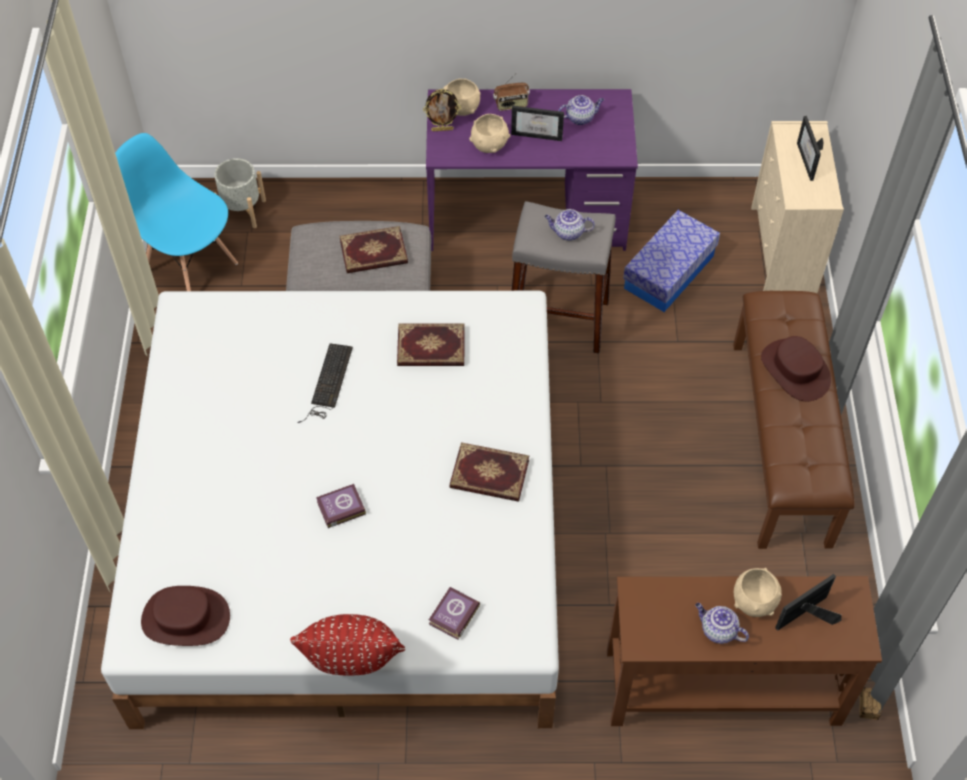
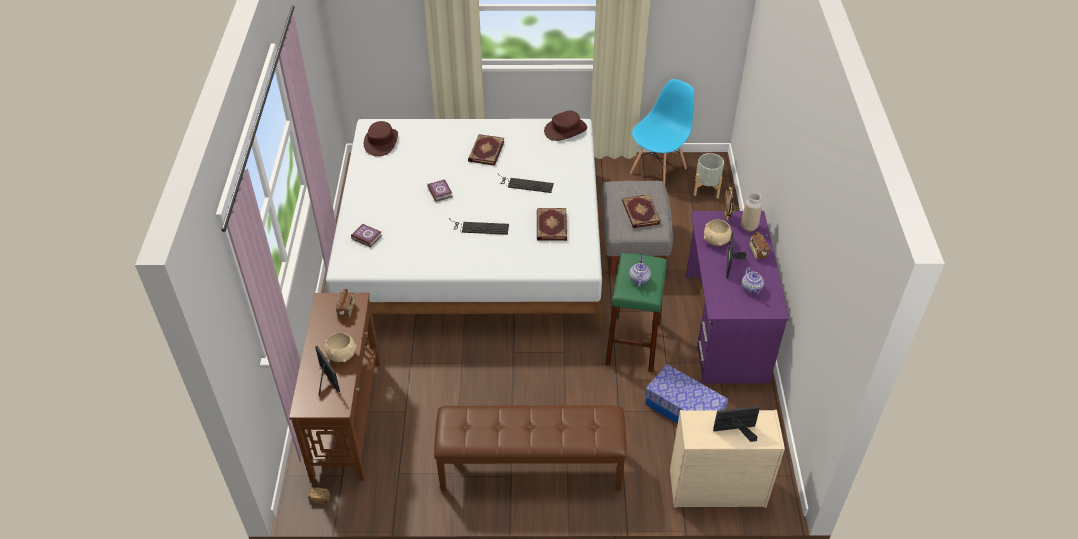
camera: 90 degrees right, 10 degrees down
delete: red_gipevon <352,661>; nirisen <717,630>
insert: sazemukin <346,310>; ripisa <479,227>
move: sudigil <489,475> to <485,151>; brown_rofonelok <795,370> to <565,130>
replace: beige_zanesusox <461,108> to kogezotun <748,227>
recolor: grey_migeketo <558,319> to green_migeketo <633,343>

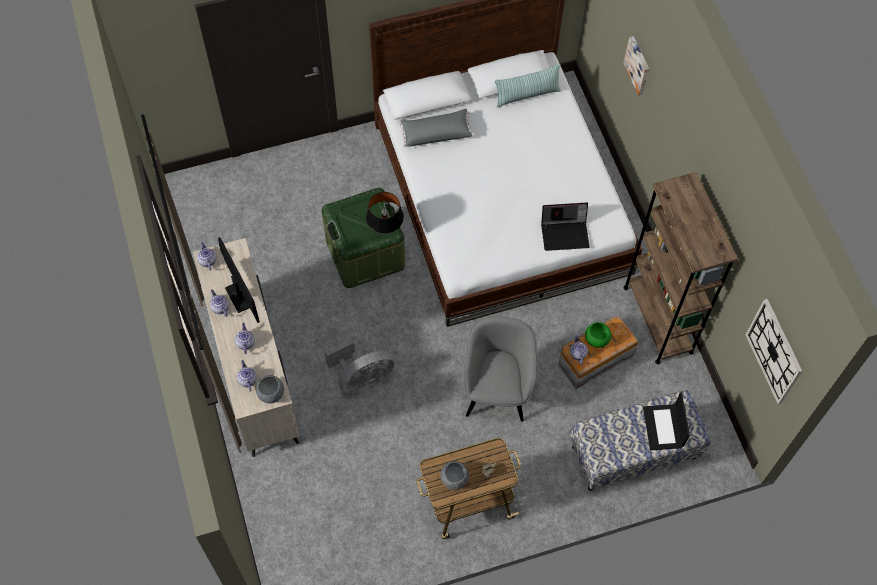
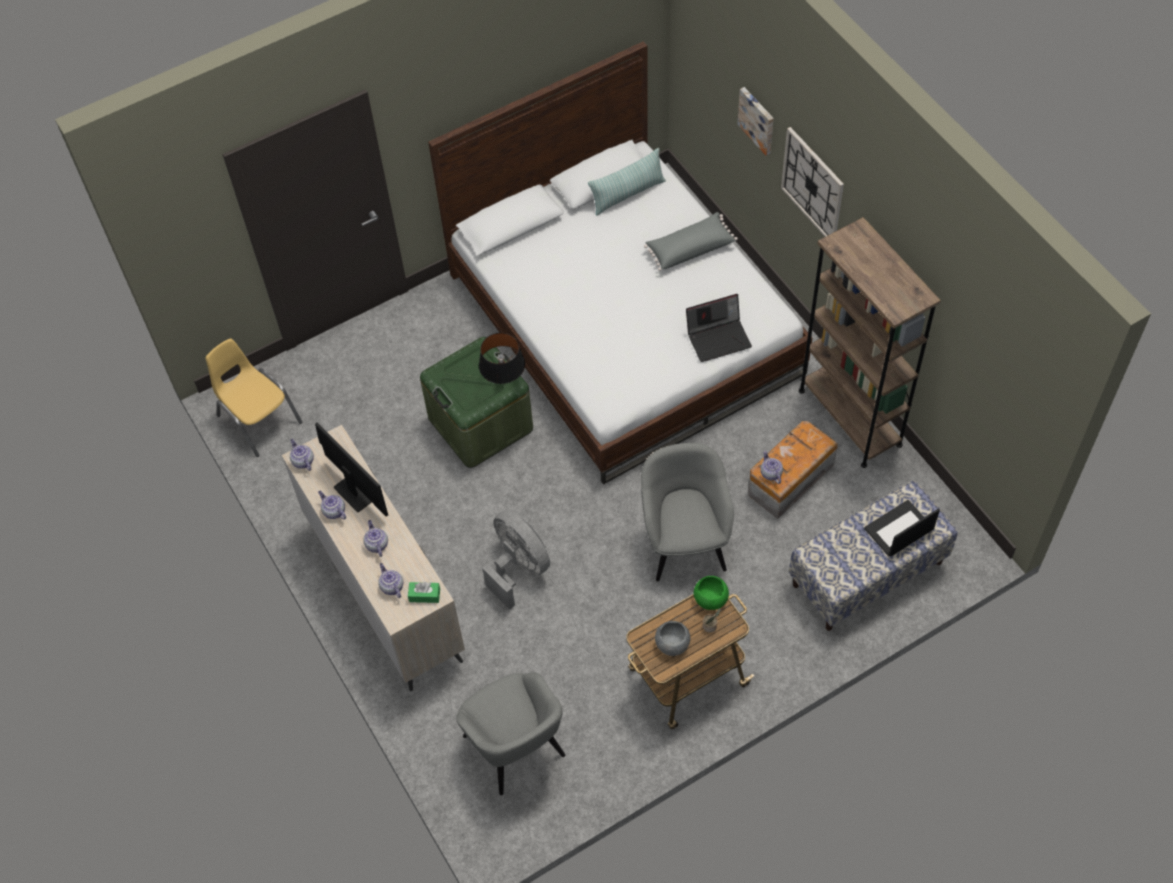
camera: 10 degrees left, 5 degrees down
insert: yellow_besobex <258,419>; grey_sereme <515,748>
move: grey_gipevon <436,133> to <689,248>; green_zanesusox <597,339> to <710,598>; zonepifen <774,351> to <812,185>
replace: grey_zanesusox <270,393> to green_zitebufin <424,595>
rotate: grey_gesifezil <362,378> = <518,568> 90 degrees counterclockwise; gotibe <663,428> = <898,530> 75 degrees clockwise

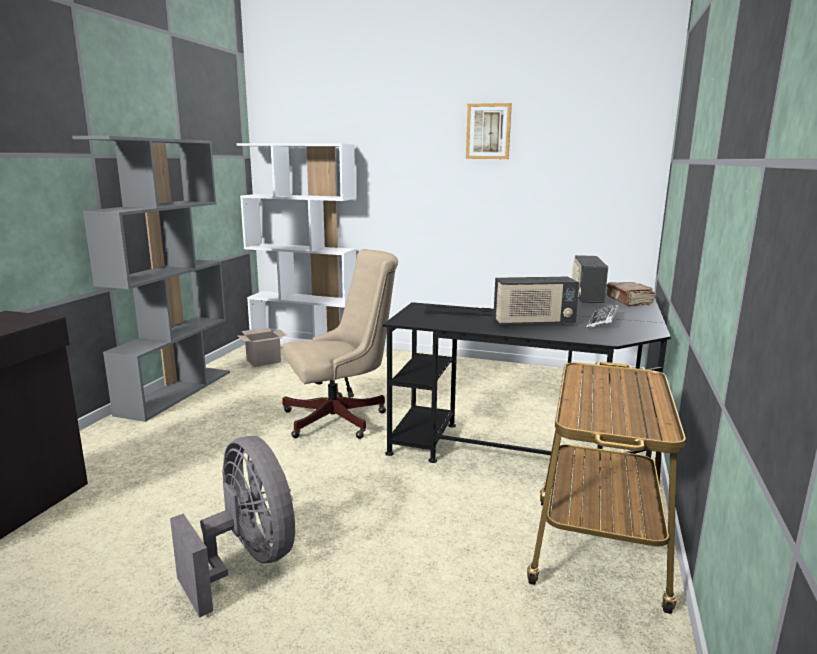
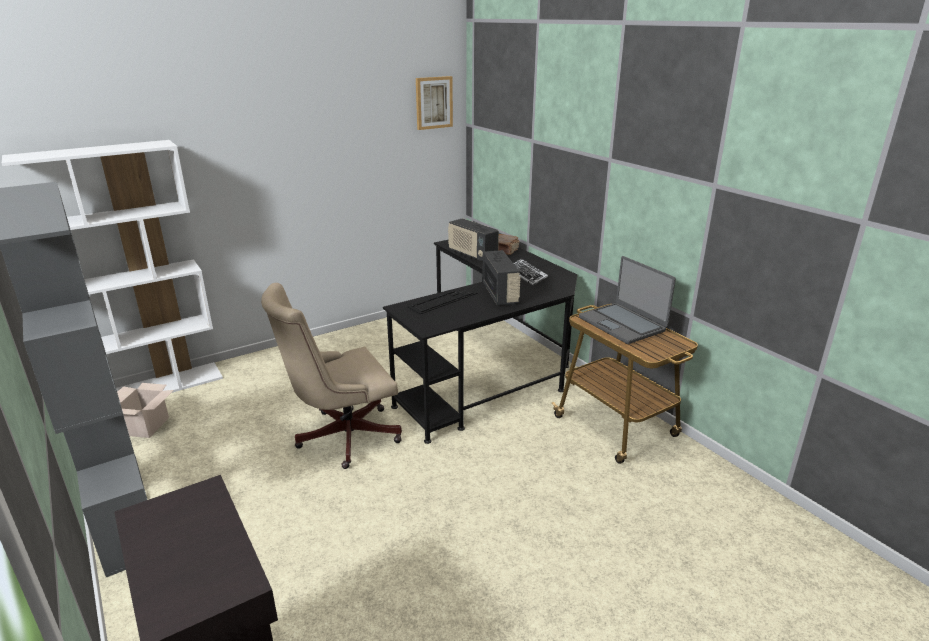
camera: 50 degrees left, 10 degrees up
delete: grey_gesifezil <247,561>
insert: gotibe <622,324>
move: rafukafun <488,131> to <433,102>
rotate: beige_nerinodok <341,418> = <341,437> 135 degrees counterclockwise; sazemukin <533,323> = <500,293> 45 degrees counterclockwise

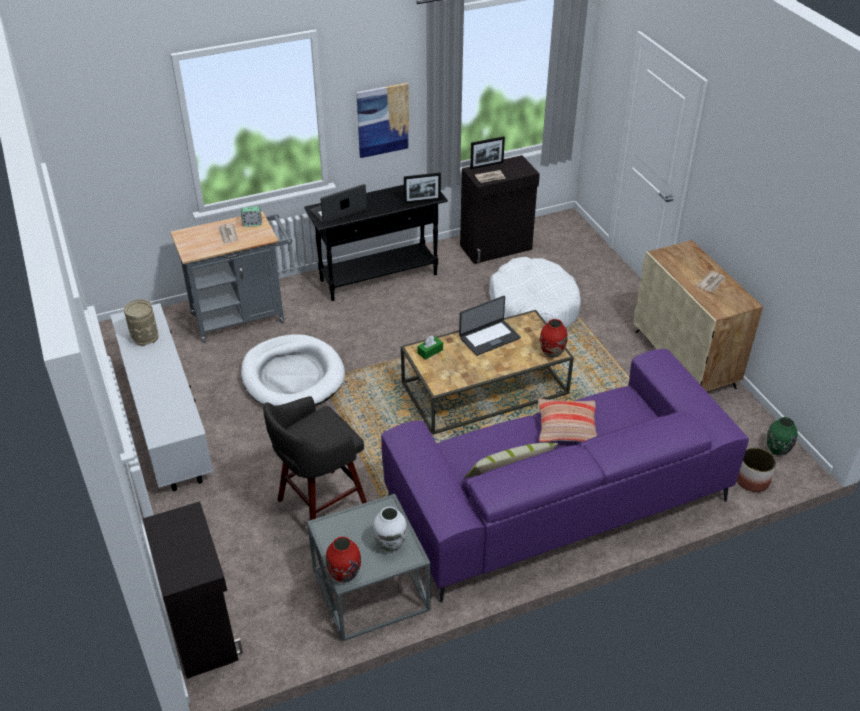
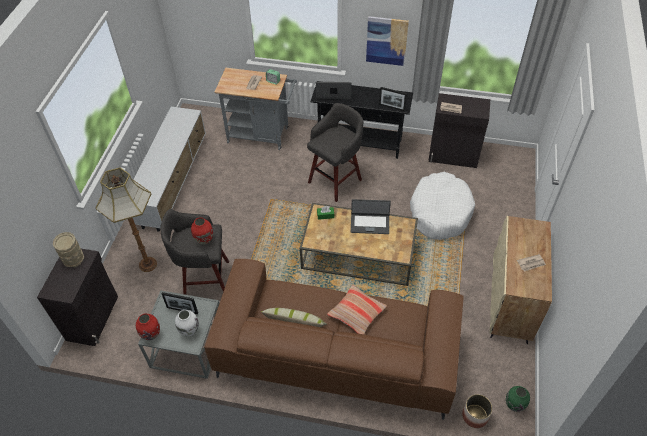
camera: 35 degrees right, 10 degrees up
delete: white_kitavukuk <292,376>
insert: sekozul <148,264>; grey_migeketo <336,180>
move: beige_kogezotun <145,337> to <74,258>; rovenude <486,165> to <182,310>; red_kogezotun <552,353> to <204,240>
recolor: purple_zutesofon <557,500> to brown_zutesofon <336,353>

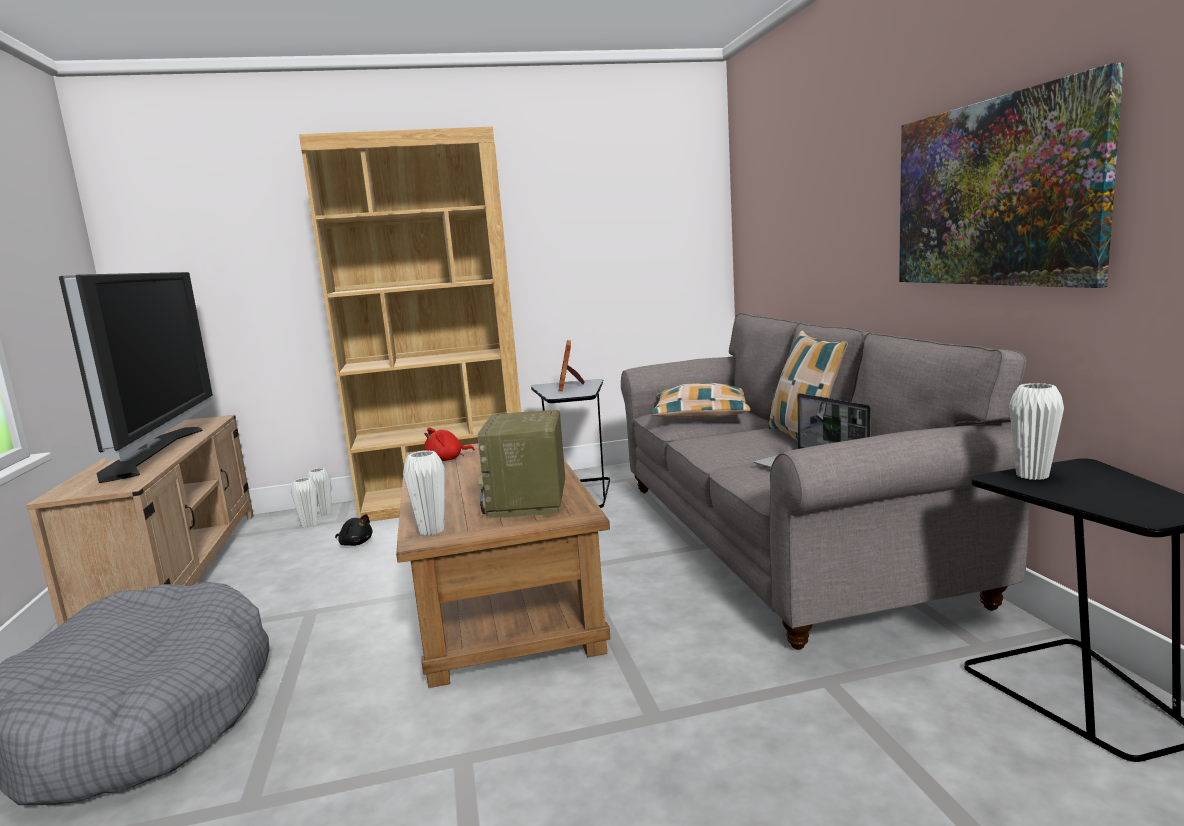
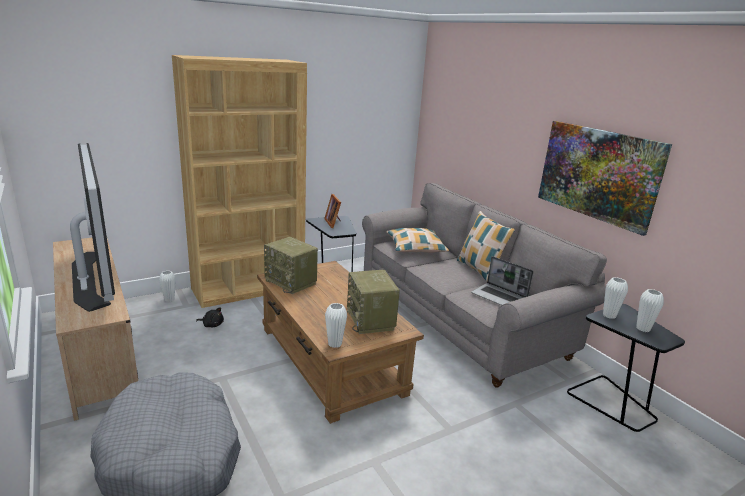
camera: 20 degrees left, 10 degrees up
move: white_kogezotun <309,525> to <643,328>
replace: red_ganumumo <447,459> to sazemukin <291,282>

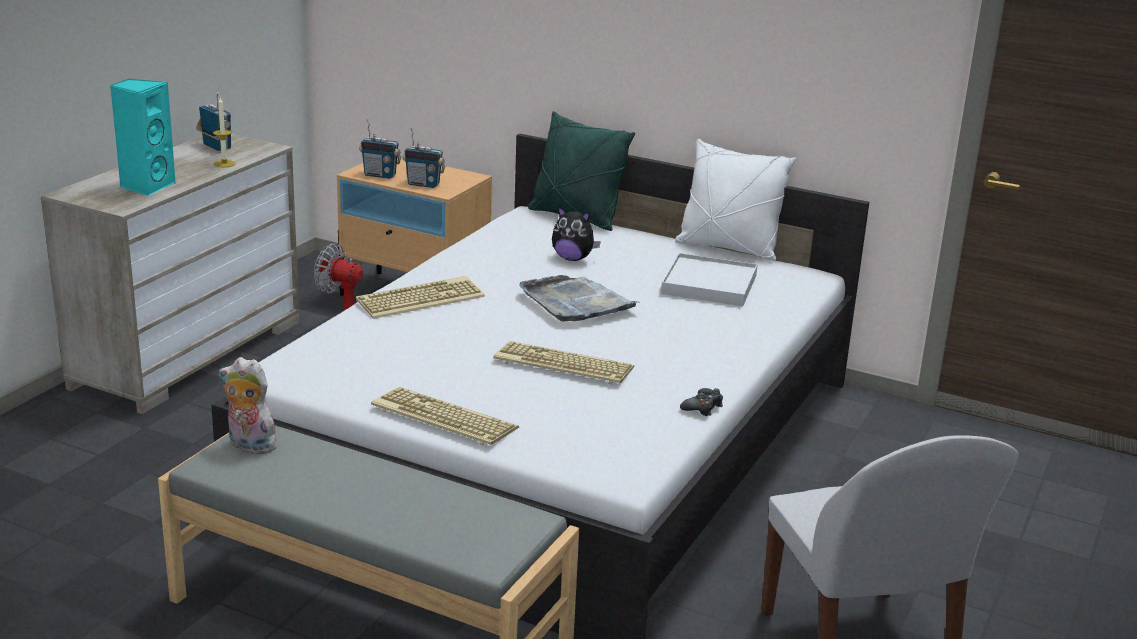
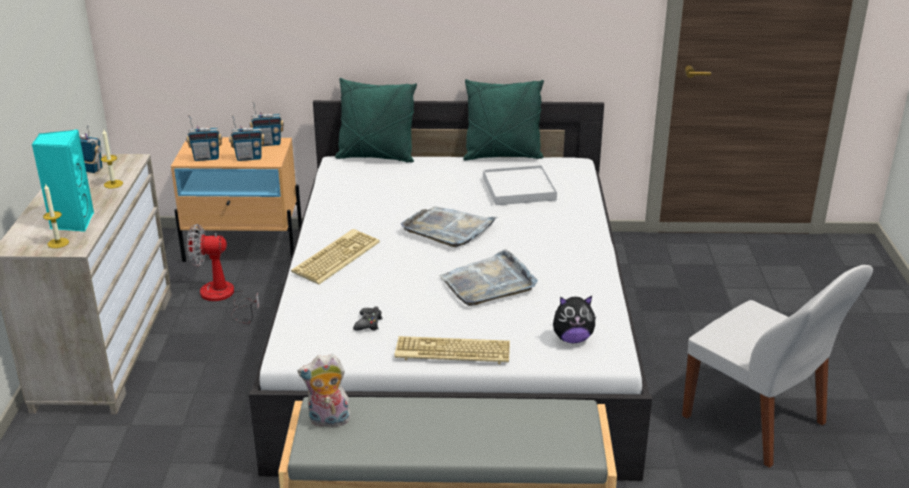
camera: 25 degrees left, 5 degrees up
insert: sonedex <58,243>; sazemukin <268,143>
move: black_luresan <702,407> to <368,323>; ganumumo <573,258> to <572,339>
replace: ripisa <561,365> to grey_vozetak <489,283>
recolor: white_gipevon <728,248> to green_gipevon <502,156>

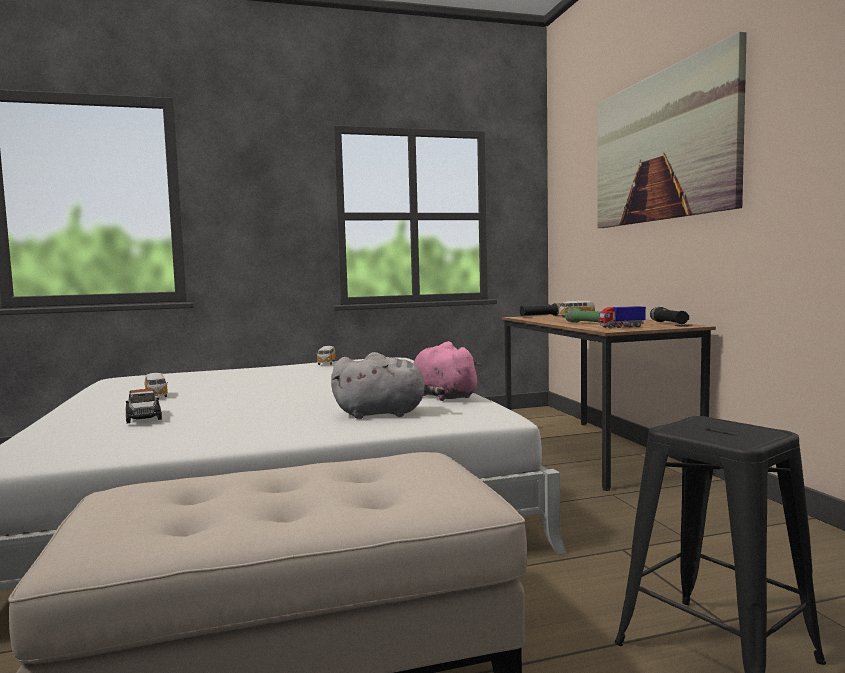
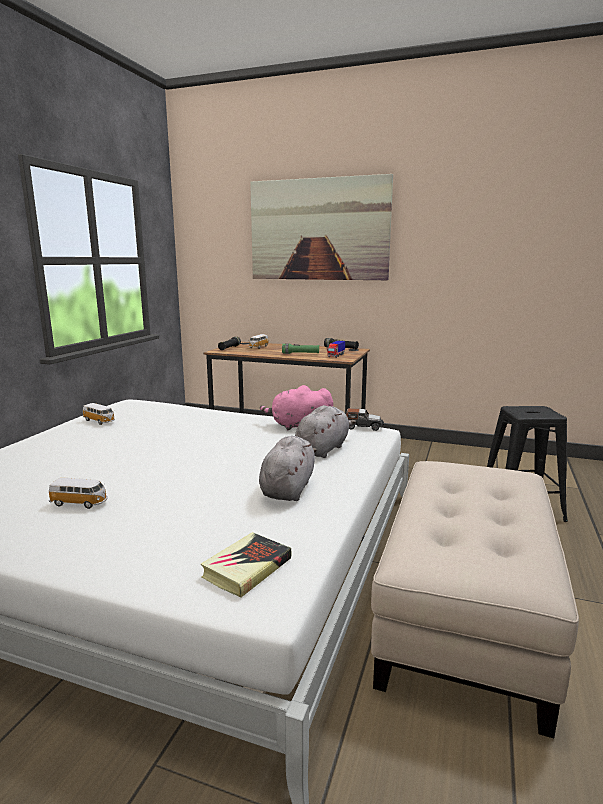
camera: 55 degrees left, 10 degrees up
insert: sudigil <247,568>; grey_ganumumo <288,488>
move: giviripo <143,417> to <363,426>

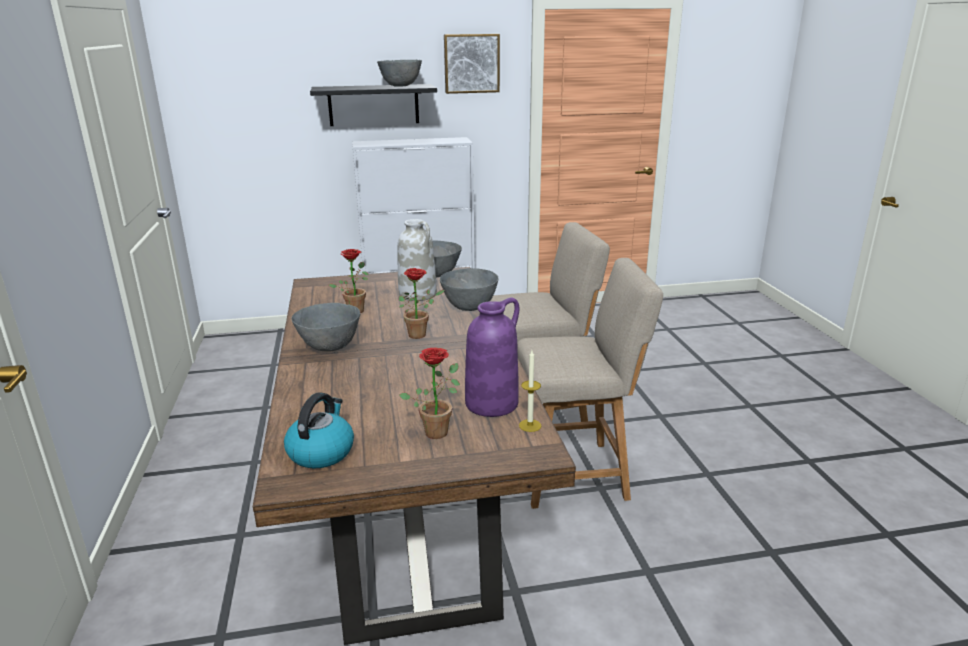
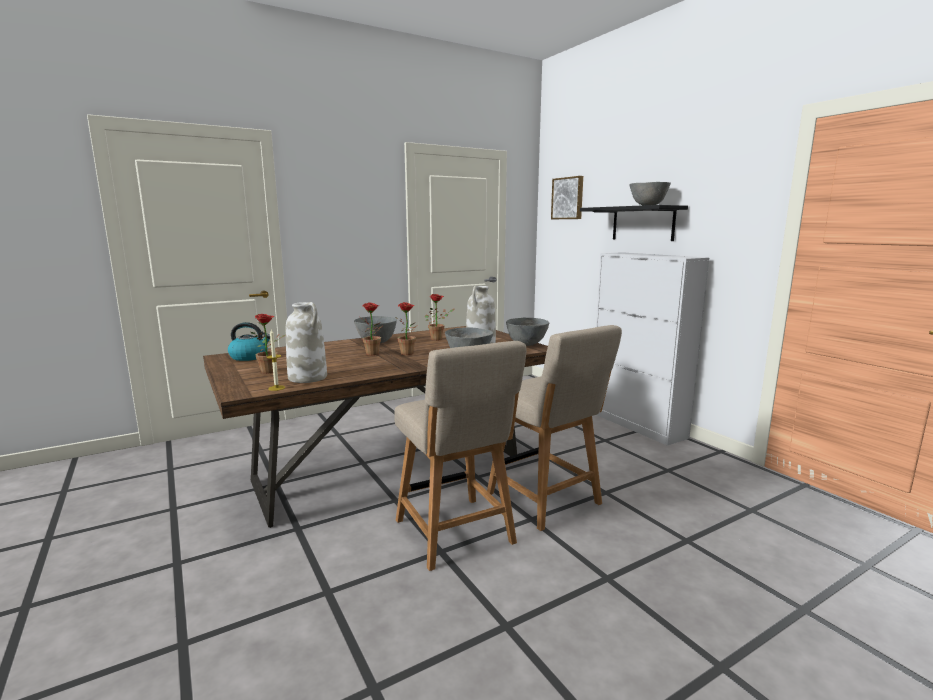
camera: 70 degrees right, 10 degrees down
insert: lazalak <374,354>
move: rafukafun <471,63> to <568,198>
recolor: purple_kogezotun <492,403> to white_kogezotun <308,377>

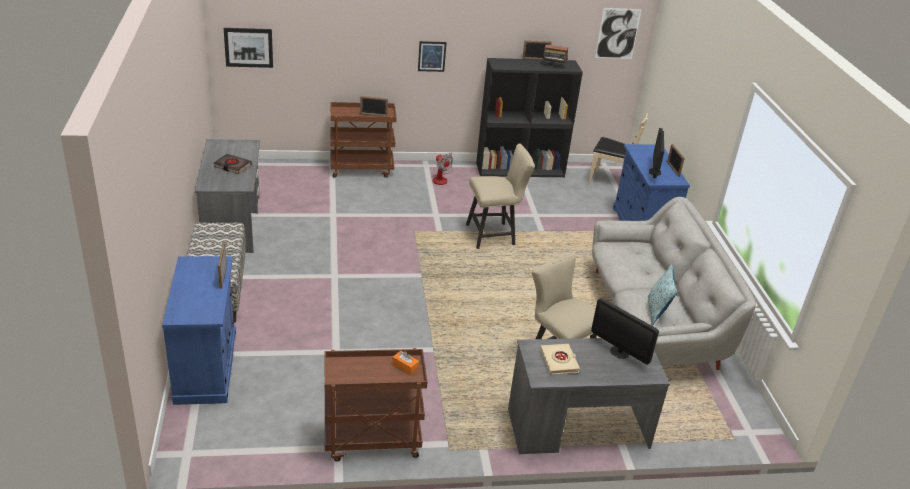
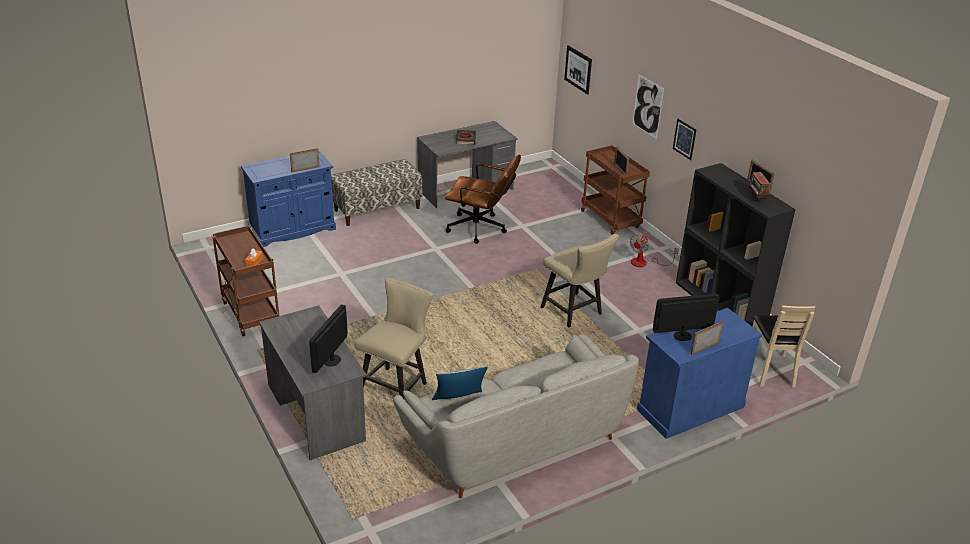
camera: 70 degrees right, 0 degrees up
delete: beige_sudigil <559,361>
insert: brown_nerinodok <481,229>
move: rafukafun <617,33> to <647,106>

